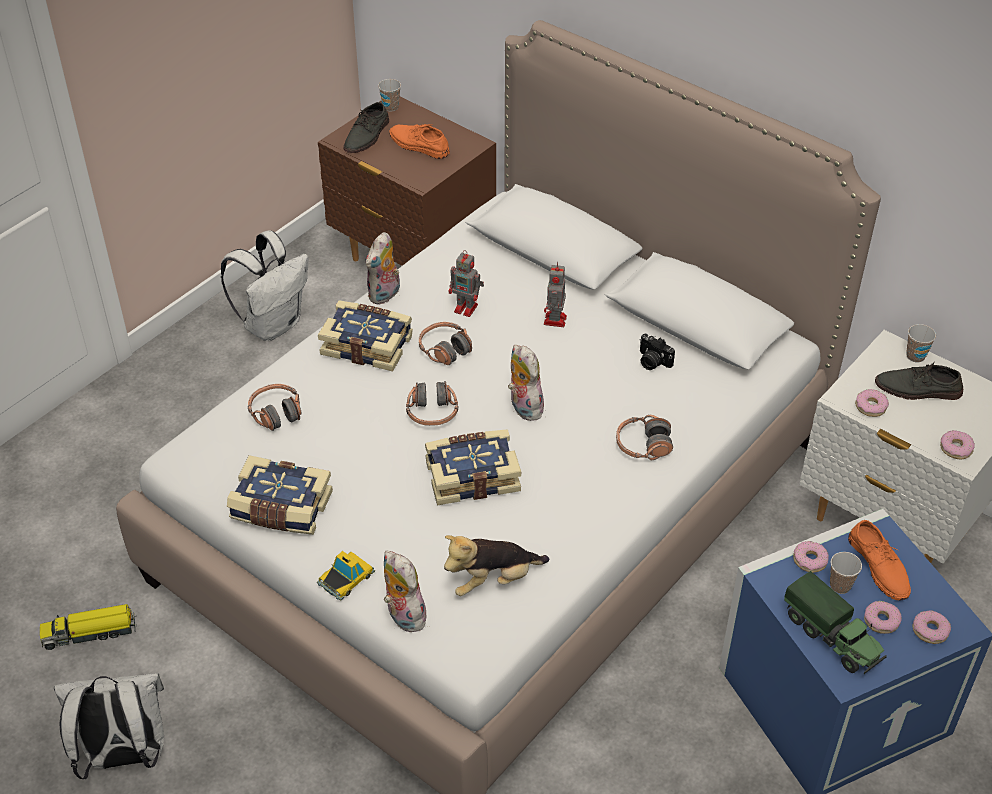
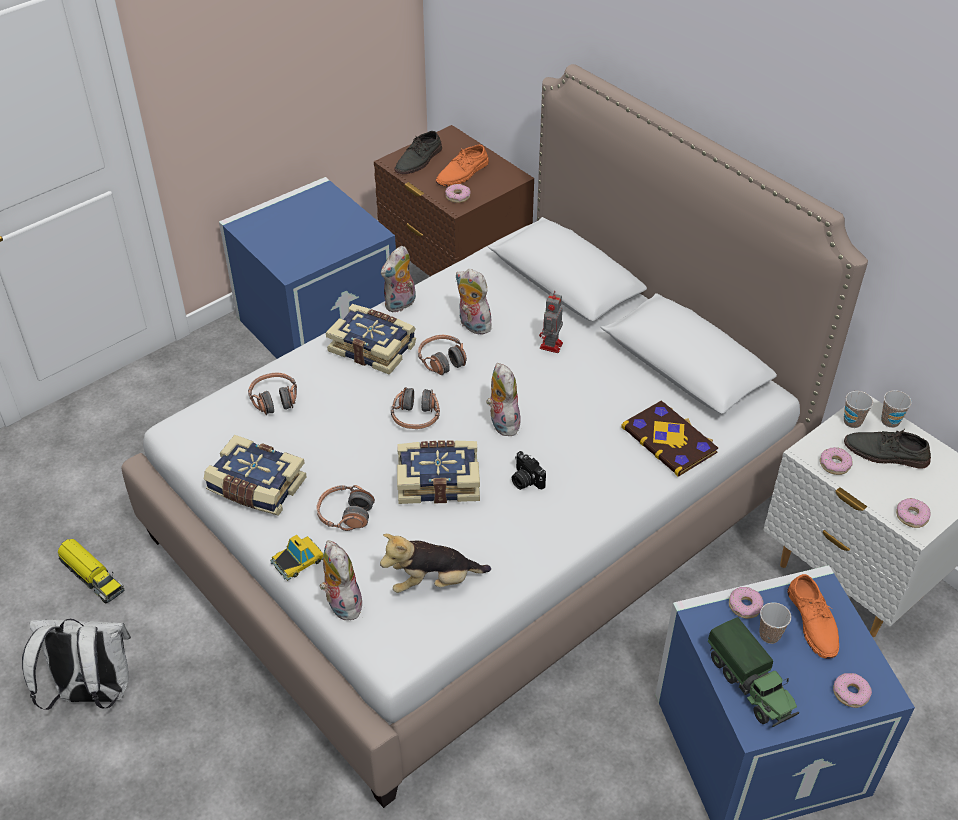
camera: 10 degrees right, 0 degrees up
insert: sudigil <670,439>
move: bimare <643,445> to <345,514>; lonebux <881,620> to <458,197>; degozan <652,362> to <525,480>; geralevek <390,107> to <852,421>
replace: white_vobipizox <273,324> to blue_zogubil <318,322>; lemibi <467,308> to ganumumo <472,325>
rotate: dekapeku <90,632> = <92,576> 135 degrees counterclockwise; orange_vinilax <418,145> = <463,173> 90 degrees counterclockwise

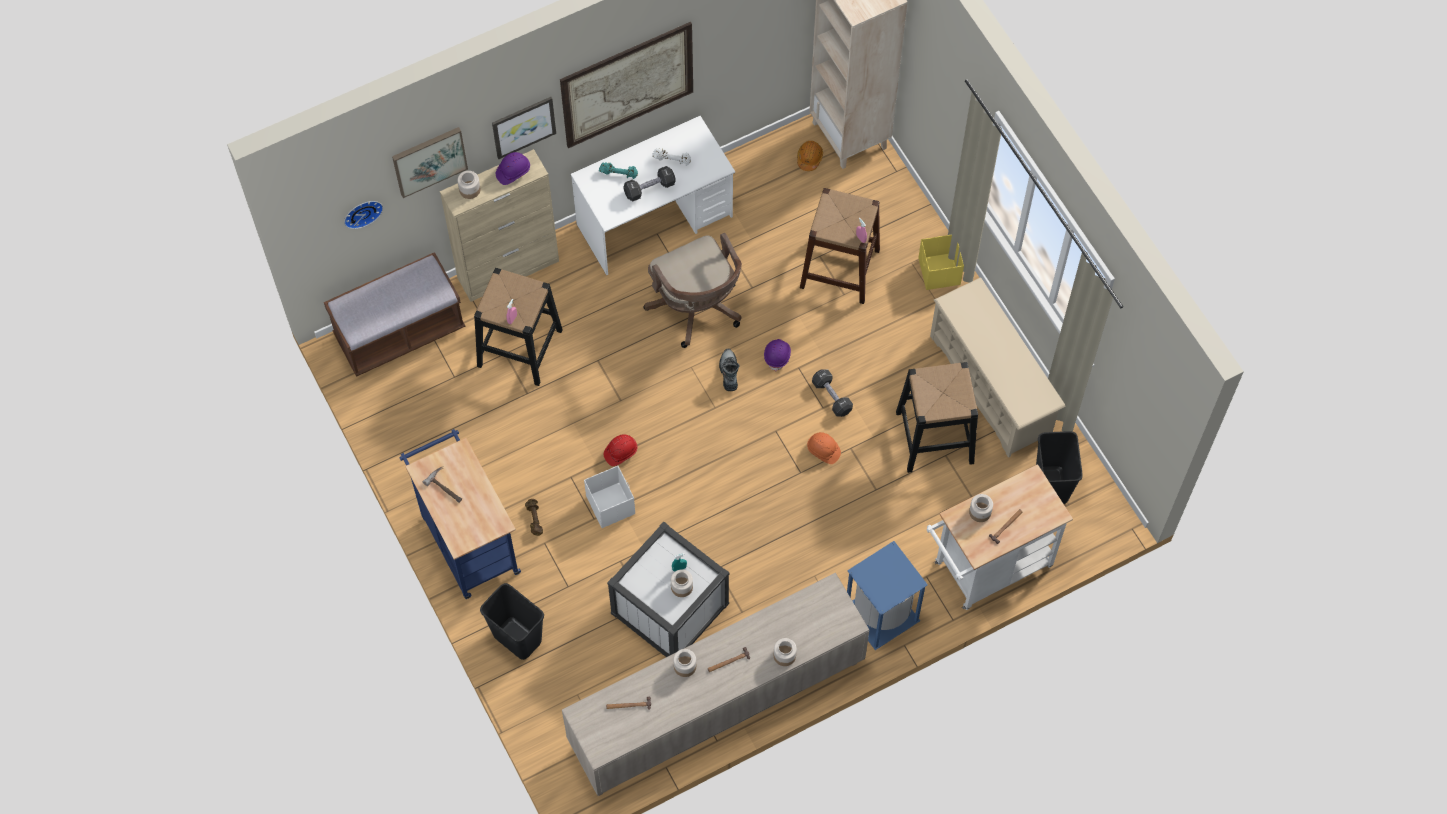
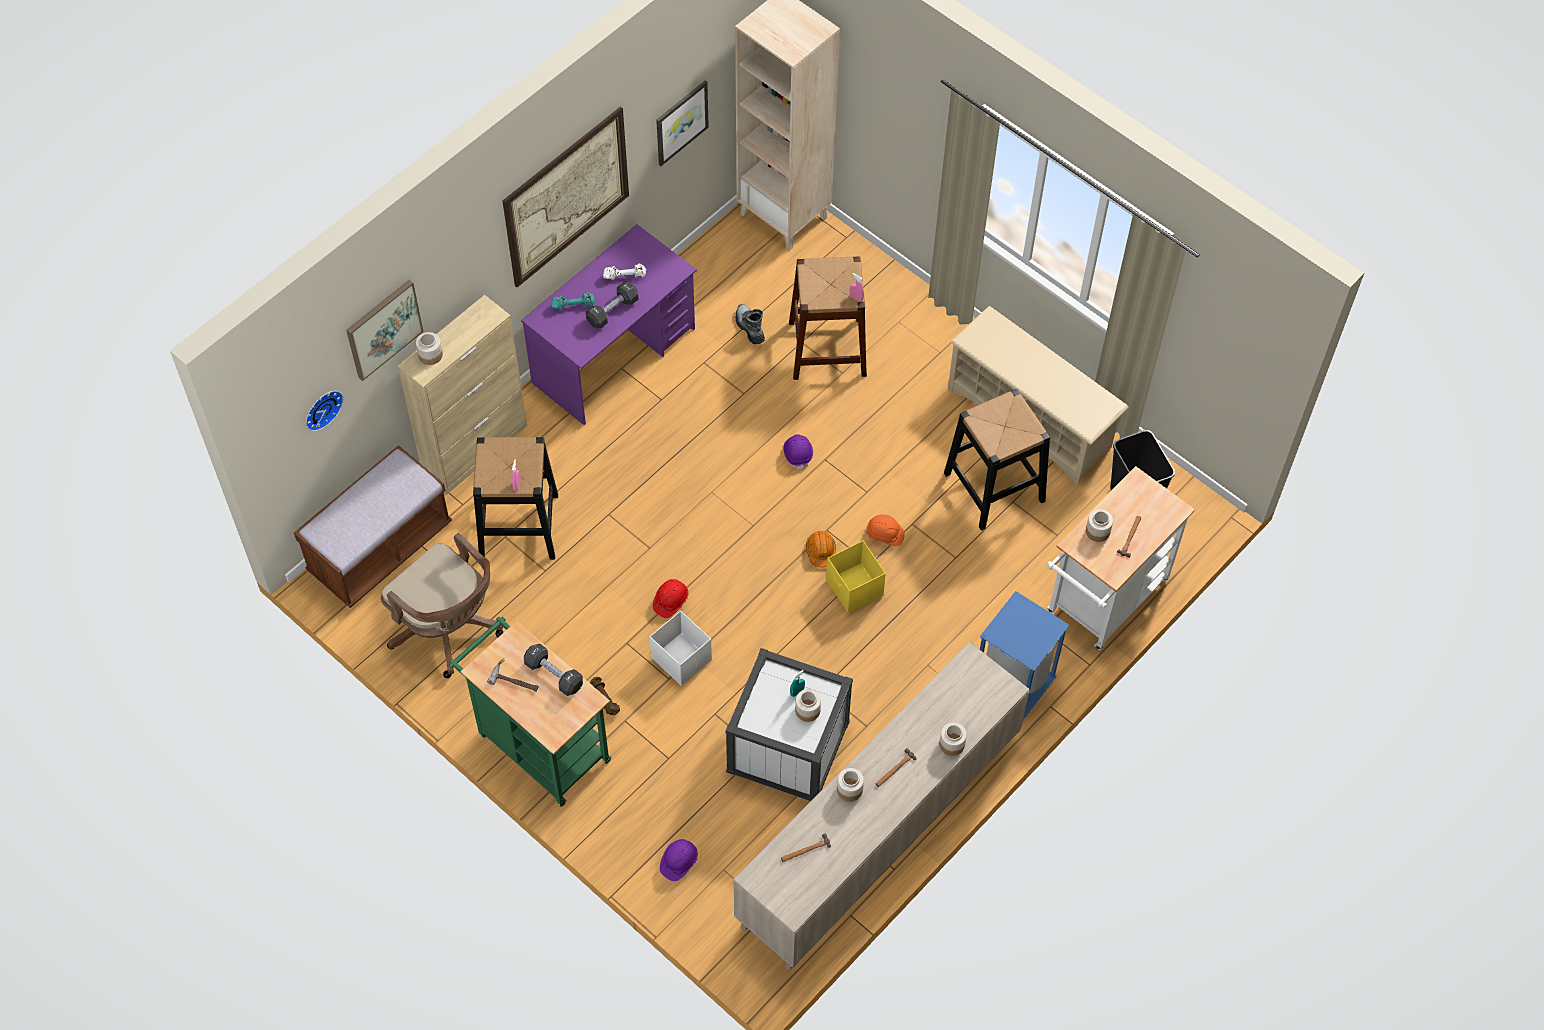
camera: 20 degrees left, 5 degrees down
delete: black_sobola <518,638>
move: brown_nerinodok <697,309> to <449,630>; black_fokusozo <832,397> to <554,674>; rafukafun <523,126> to <681,122>; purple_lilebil <513,172> to <678,862>; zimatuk <729,372> to <749,327>; orange_lilebil <809,158> to <820,551>; yellow_zogubil <939,272> to <854,589>
recolor: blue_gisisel <467,540> to green_gisisel <538,743>; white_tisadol <655,221> to purple_tisadol <614,356>

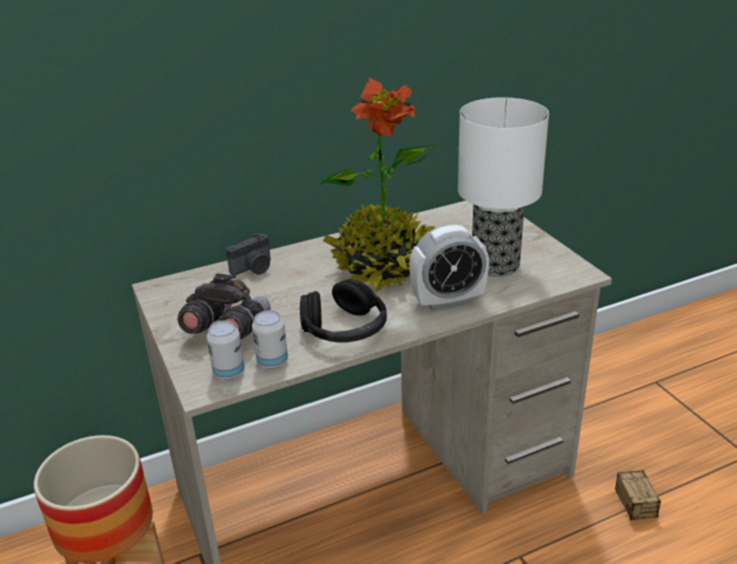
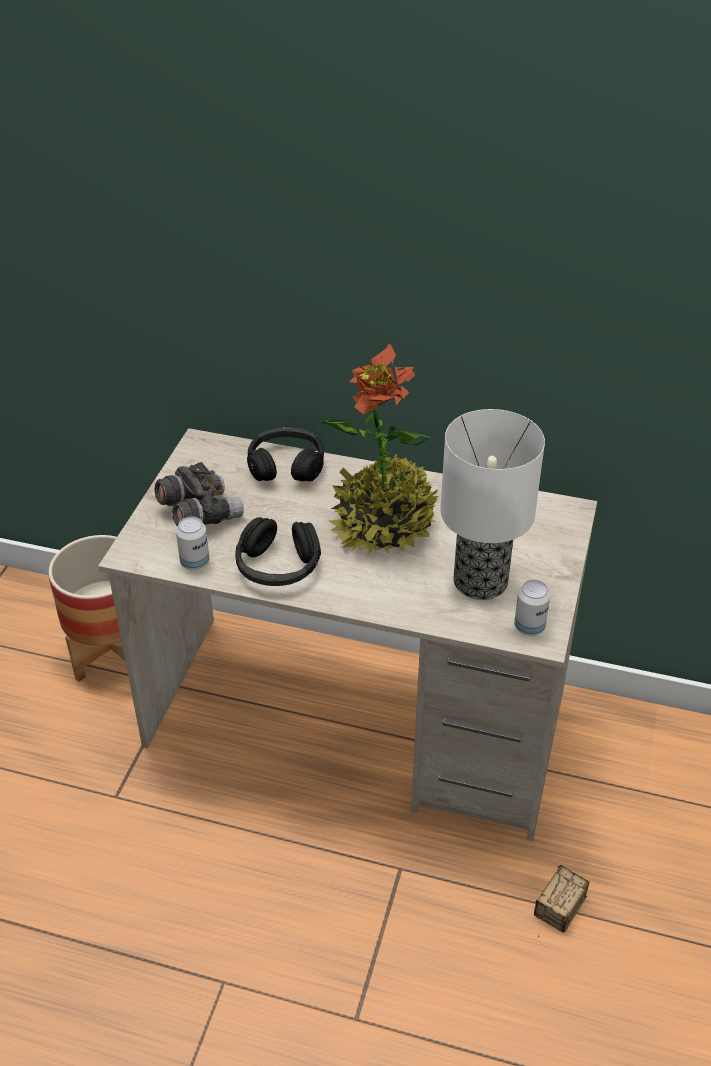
camera: 40 degrees right, 10 degrees up
delete: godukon <448,301>
move: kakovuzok <229,373> to <529,627>
replace: degozan <254,269> to black_bimare <286,465>

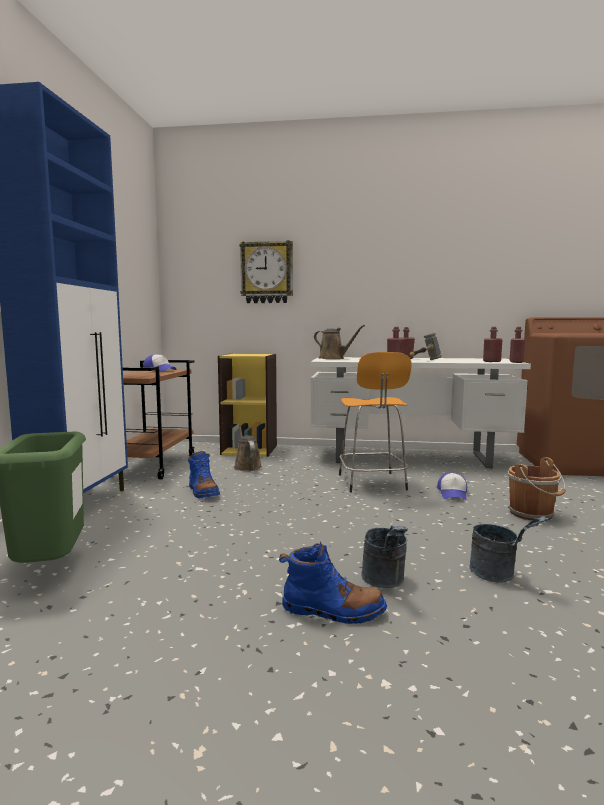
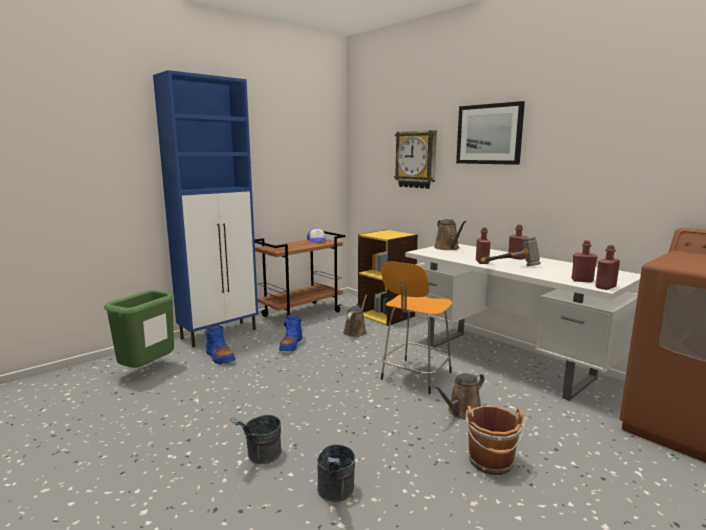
camera: 40 degrees right, 5 degrees up
insert: rafukafun <489,134>
move: blue_zimatuk <333,611> to <219,357>
replace: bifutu <453,493> to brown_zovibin <462,412>

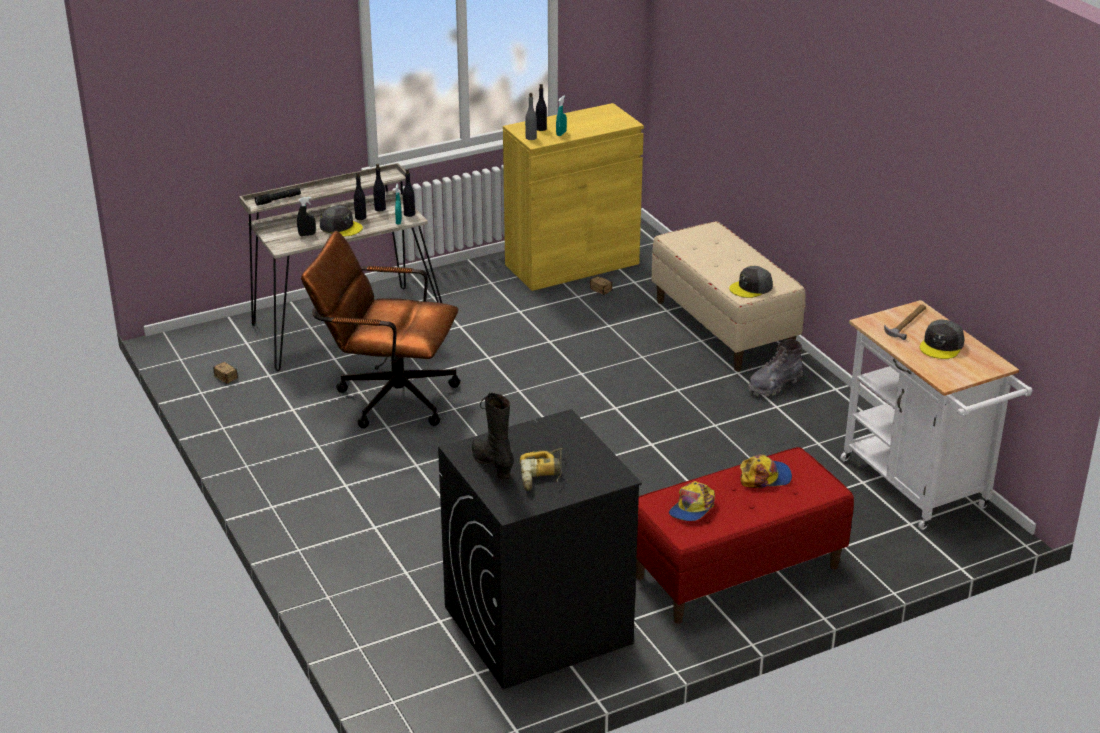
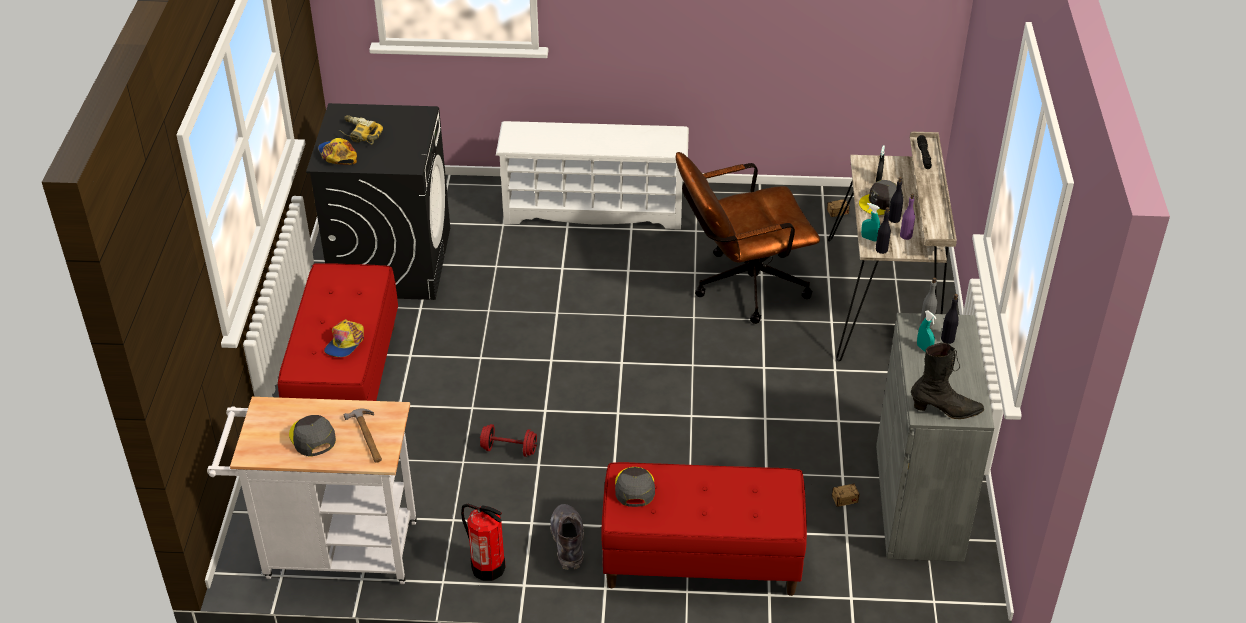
camera: 120 degrees right, 10 degrees up
insert: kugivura <488,567>; red_fokusozo <509,449>; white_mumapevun <594,209>
move: bifutu <692,508> to <337,155>; black_zimatuk <492,465> to <945,410>
recolor: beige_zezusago <724,327> to red_zezusago <701,560>; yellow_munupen <572,264> to grey_munupen <918,502>; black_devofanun <380,209> to purple_devofanun <905,235>
rotate: brown_nerinodok <387,397> = <741,286> 150 degrees counterclockwise

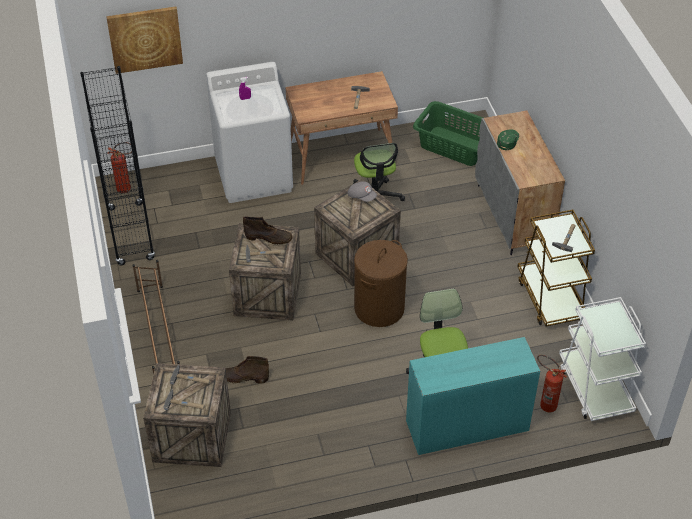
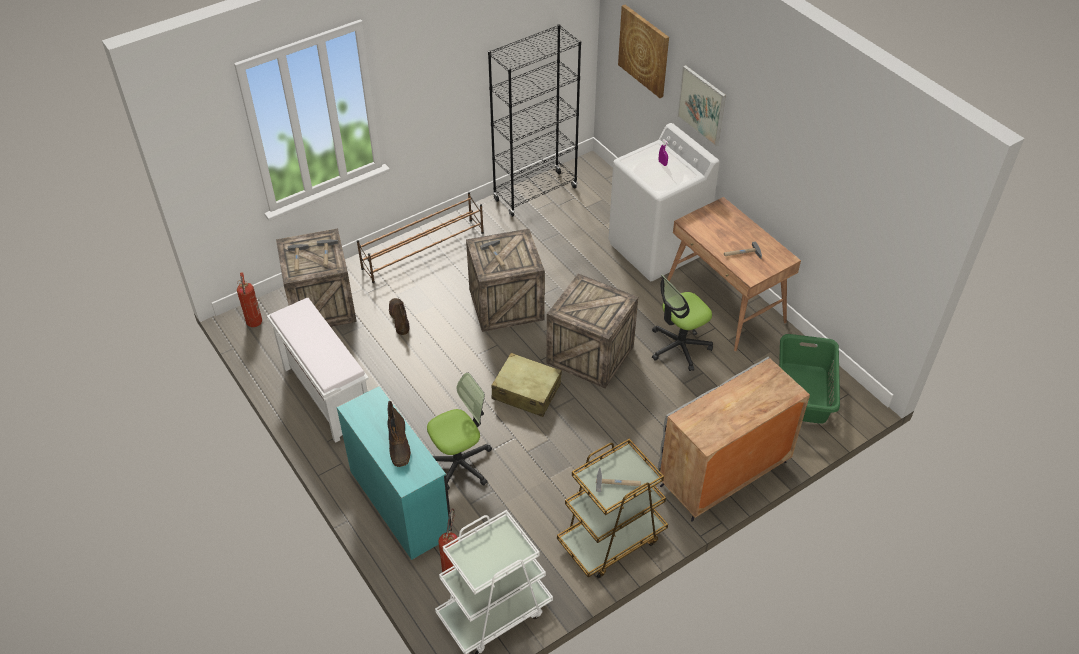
camera: 70 degrees right, 0 degrees up
delete: grey_bifutu <362,196>; green_bifutu <507,140>
insert: white_zezusago <326,394>; rafukafun <702,105>
move: kugivura <127,189> to <254,324>; brown_zimatuk <269,238> to <399,445>
replace: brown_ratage <379,308> to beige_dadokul <526,392>

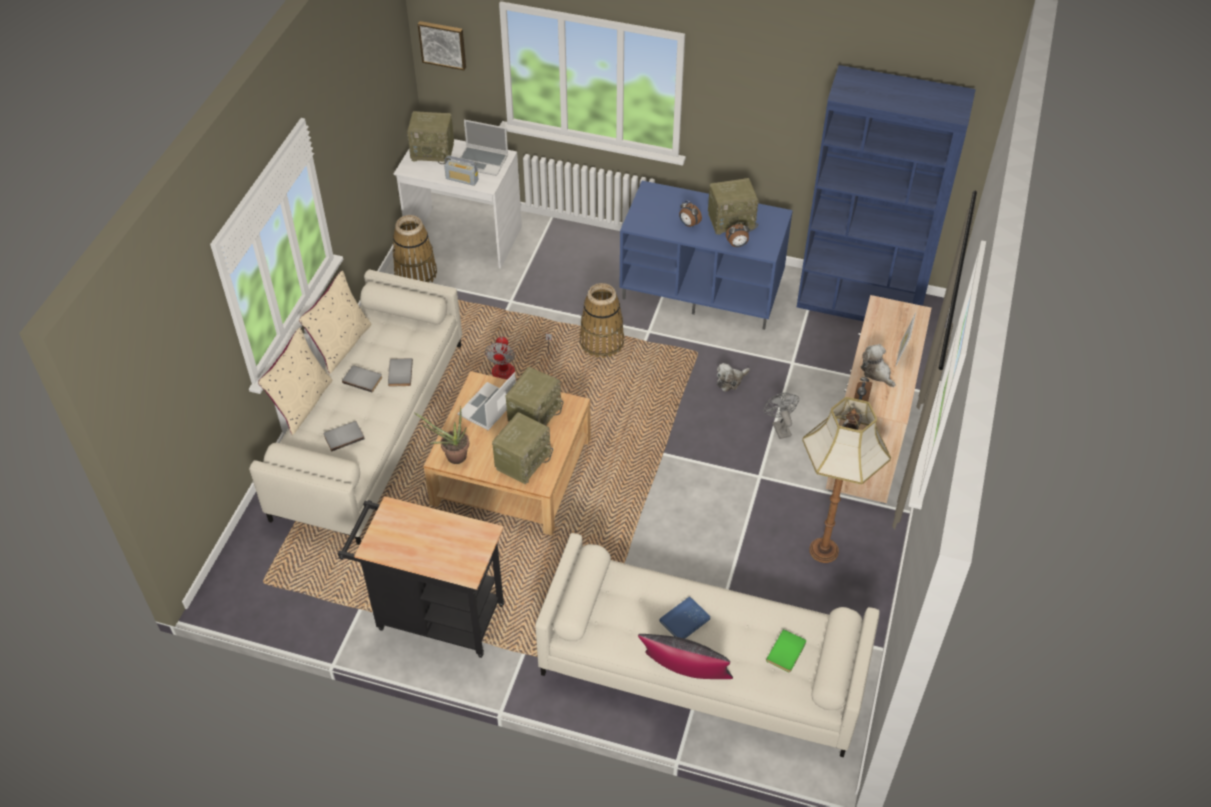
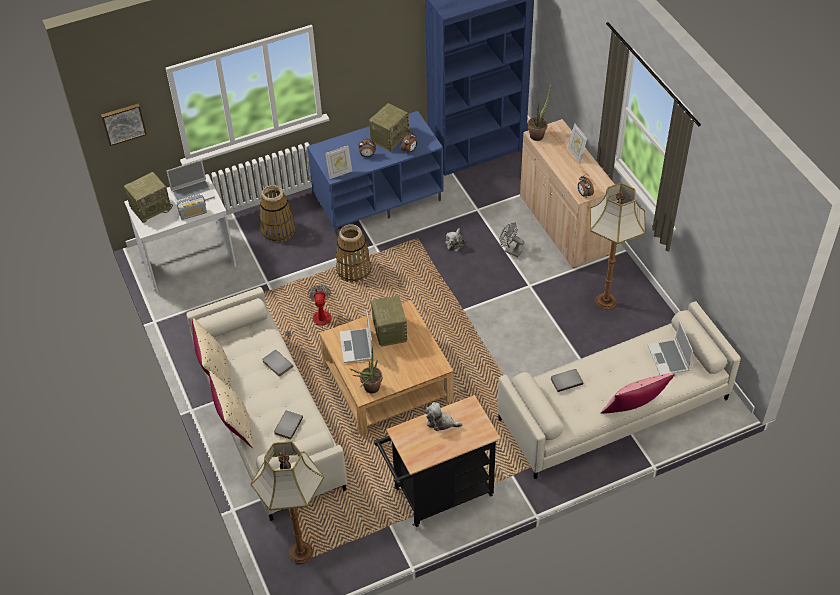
camera: 40 degrees left, 0 degrees up
delete: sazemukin <523,461>; blue_sudigil <684,620>
insert: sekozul <300,554>; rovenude <340,173>; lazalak <538,134>
move: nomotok <415,273> to <278,230>; ganumumo <877,372> to <441,422>; grey_sudigil <363,379> to <566,380>
replace: green_sudigil <787,652> to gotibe <669,359>
recolor: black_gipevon <684,677> to pink_gipevon <634,410>
rotate: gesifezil <511,368> = <316,322> 150 degrees counterclockwise

